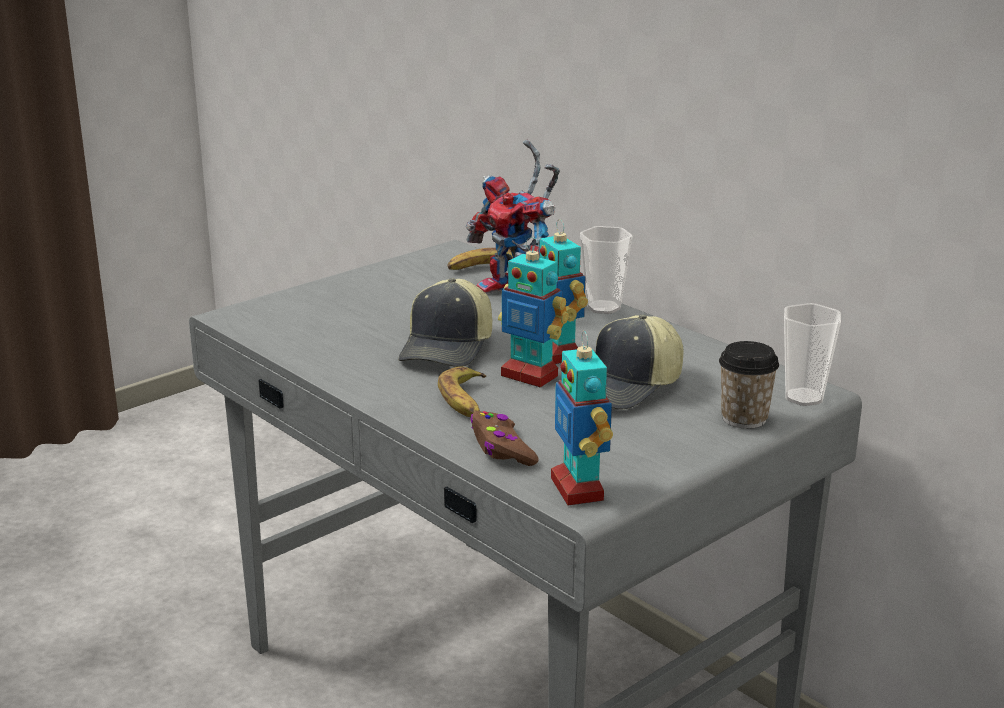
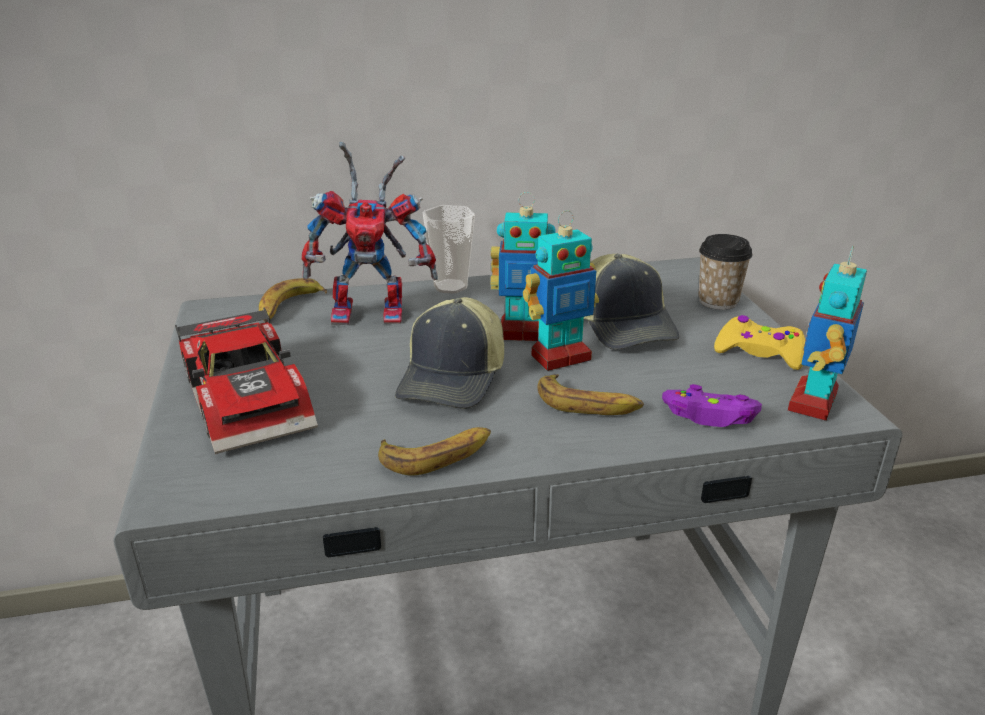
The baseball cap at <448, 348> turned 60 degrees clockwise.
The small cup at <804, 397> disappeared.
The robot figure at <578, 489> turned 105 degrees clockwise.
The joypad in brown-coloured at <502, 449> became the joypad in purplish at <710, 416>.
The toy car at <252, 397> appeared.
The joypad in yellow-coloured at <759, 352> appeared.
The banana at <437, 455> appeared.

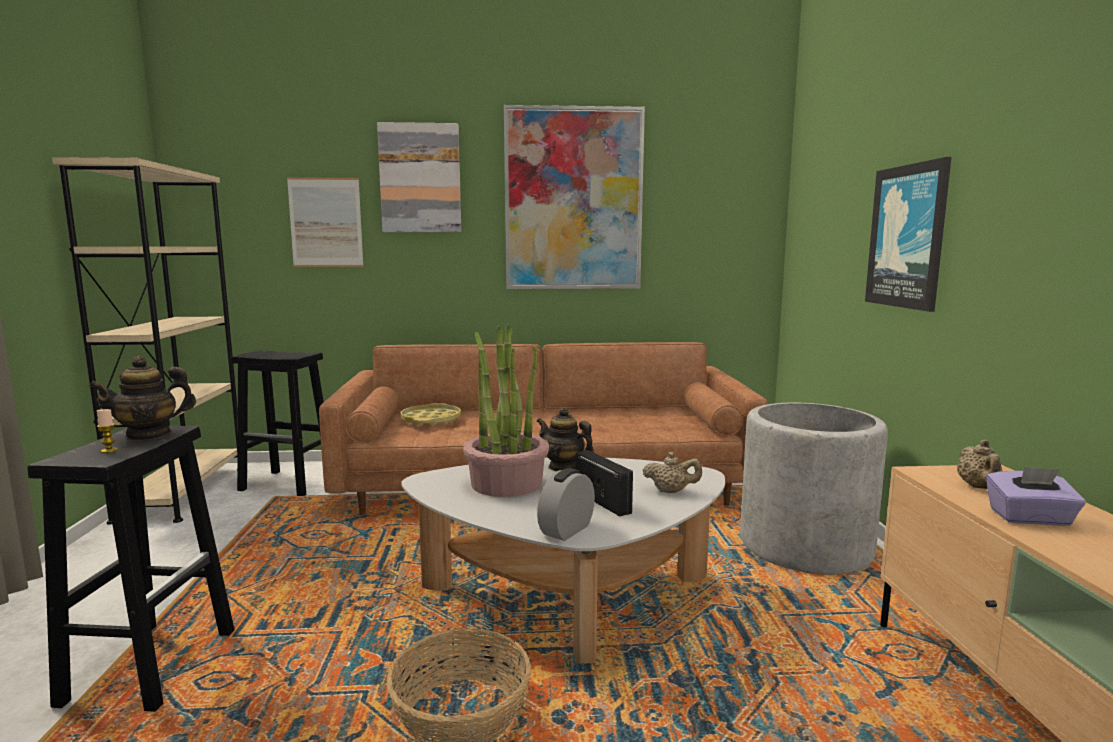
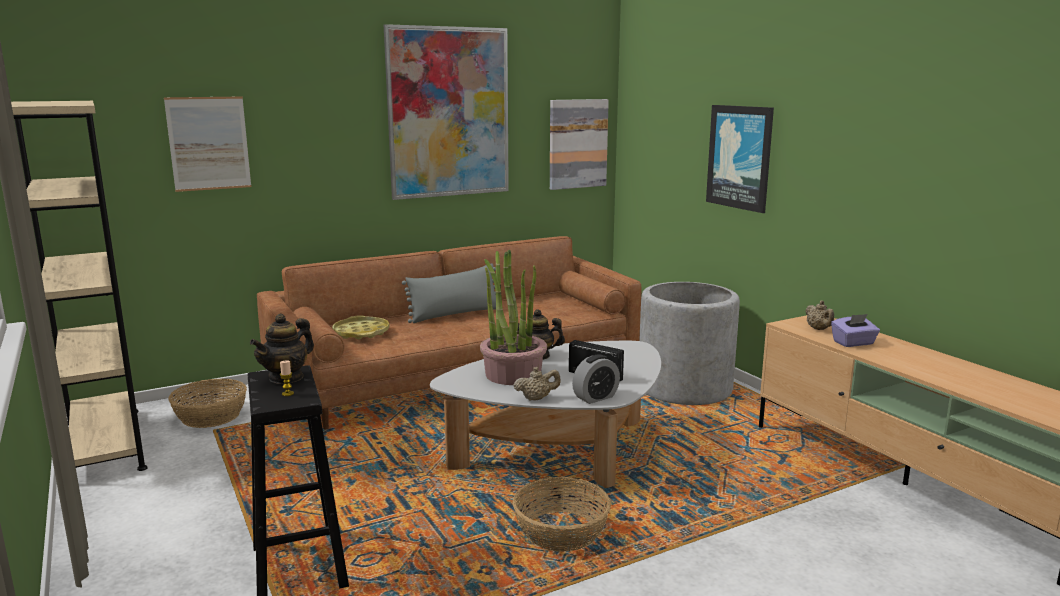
The picture moved from <420, 178> to <577, 144>.
The sitting stool in black at <289, 483> was replaced by the household basket at <211, 416>.
The tea pot in sand-coloured moved from <671, 491> to <537, 398>.
The alarm clock at <566, 530> turned 135 degrees counterclockwise.
The cushion in gray at <455, 314> appeared.

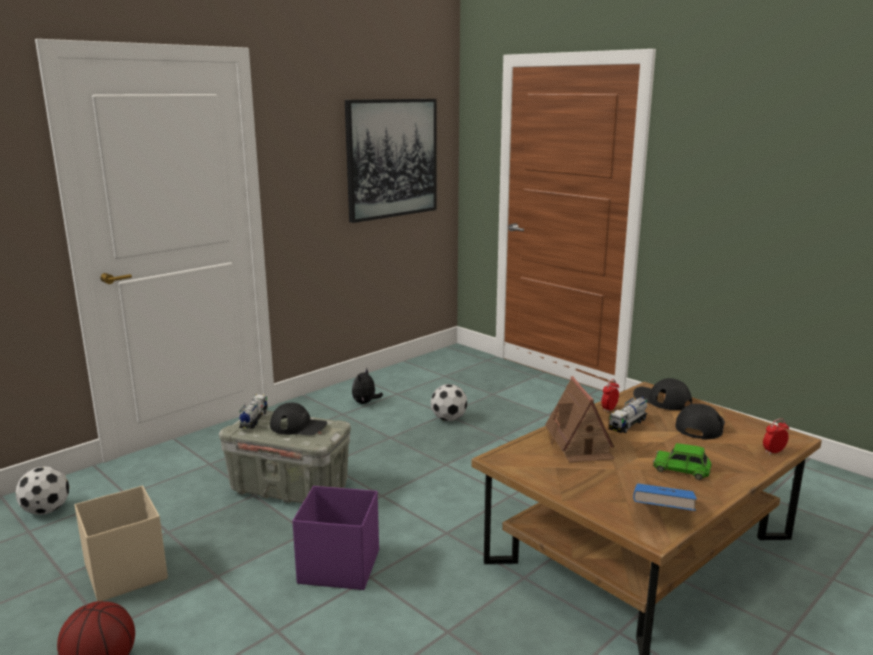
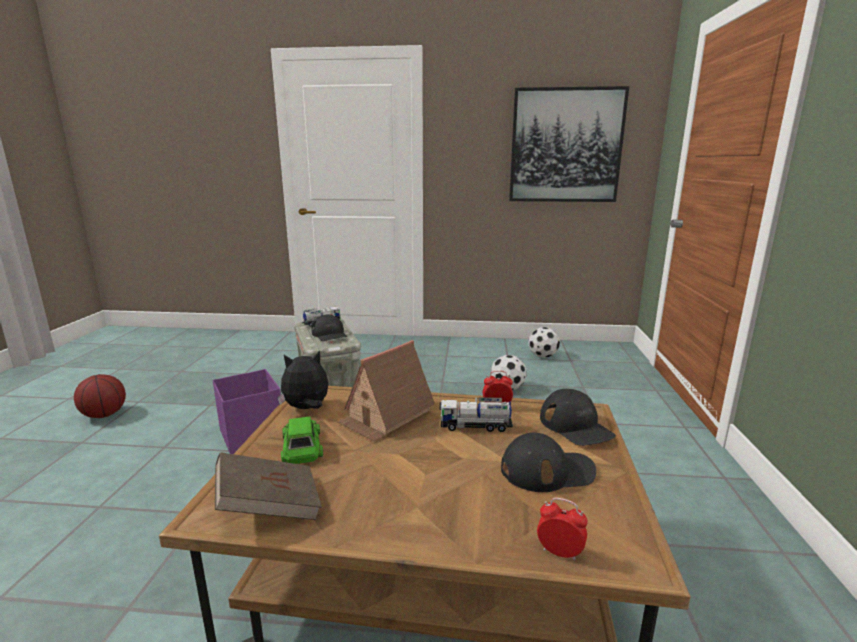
The cuddly toy moved from <365, 403> to <306, 408>.
The baseball cap in black at <662, 399> turned 150 degrees clockwise.
The toy car in greenish moved from <681, 469> to <302, 447>.
The football moved from <46, 510> to <543, 356>.
The book in blue at <662, 513> became the book in brown-coloured at <269, 506>.
The storage box in sand-coloured at <126, 571> disappeared.

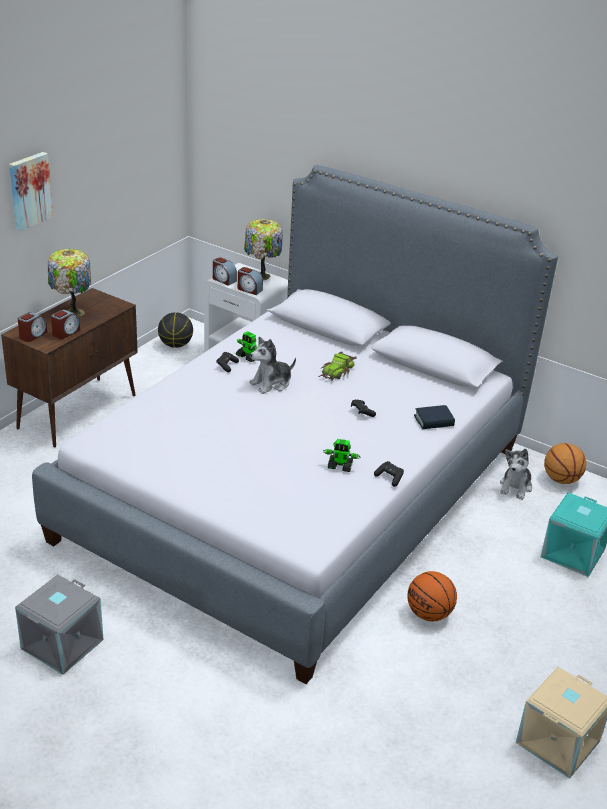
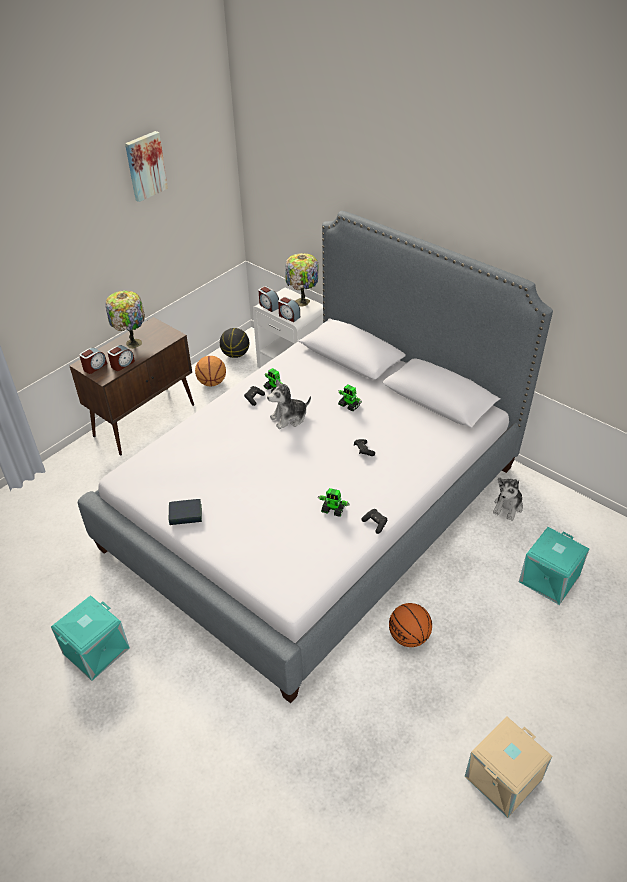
The picture moved from <29, 190> to <145, 166>.
The toy car at <337, 371> was replaced by the robot figure at <349, 405>.
The book moved from <434, 421> to <185, 515>.
The ball for basketball moved from <561, 479> to <211, 383>.
The storage box in gray at <63, 645> became the storage box in turquoise at <96, 651>.

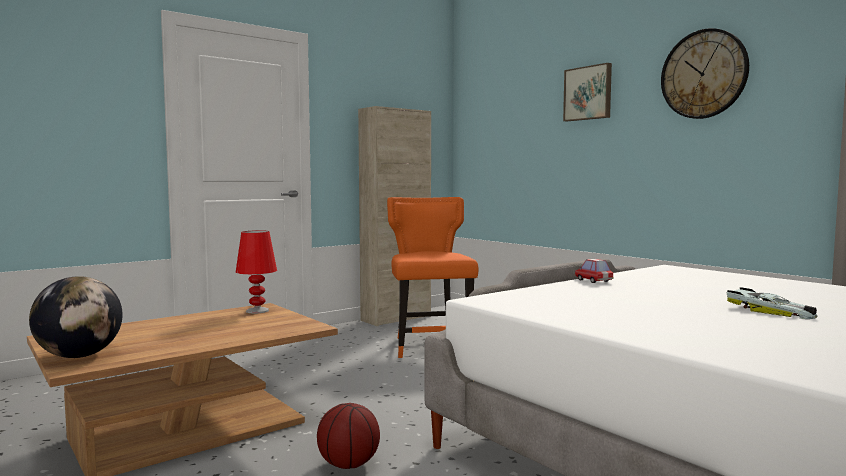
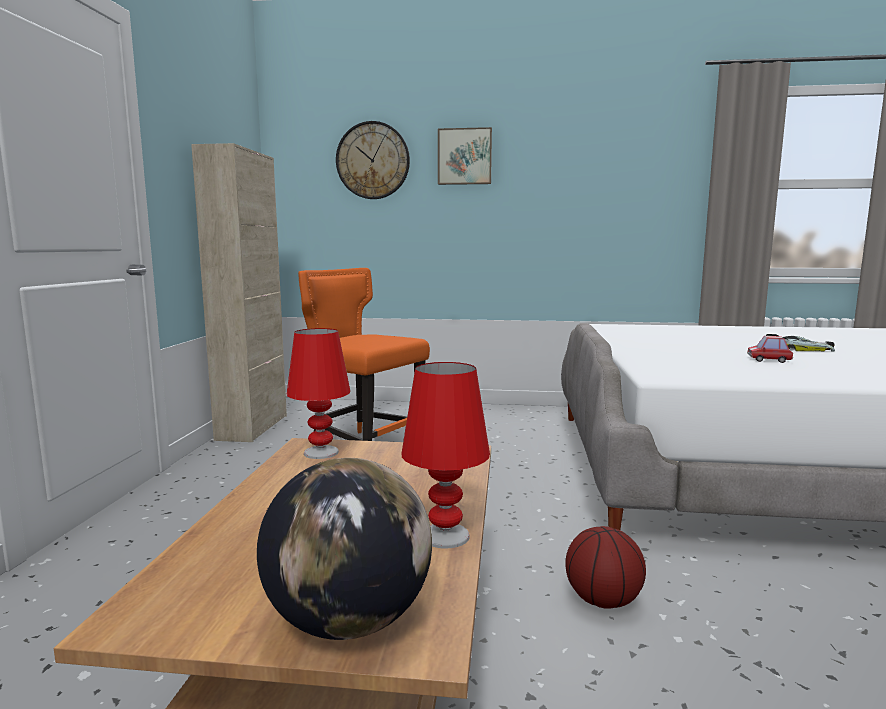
The hanging clock moved from <703, 74> to <373, 160>.
The toy car moved from <593, 280> to <769, 360>.
The table lamp in reddish at <446, 536> appeared.

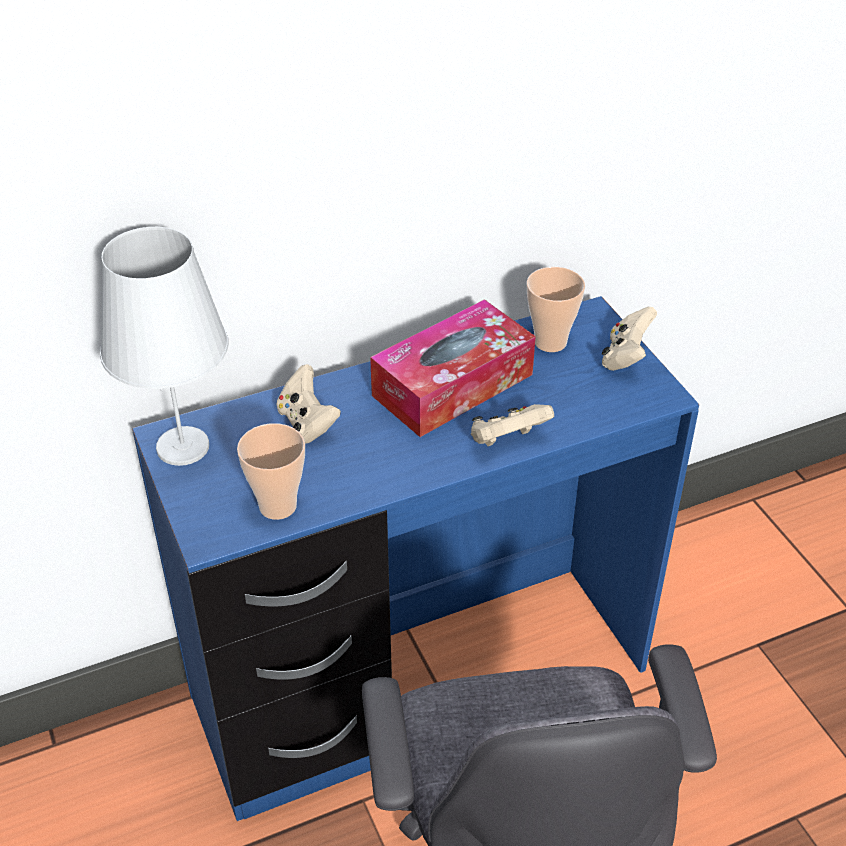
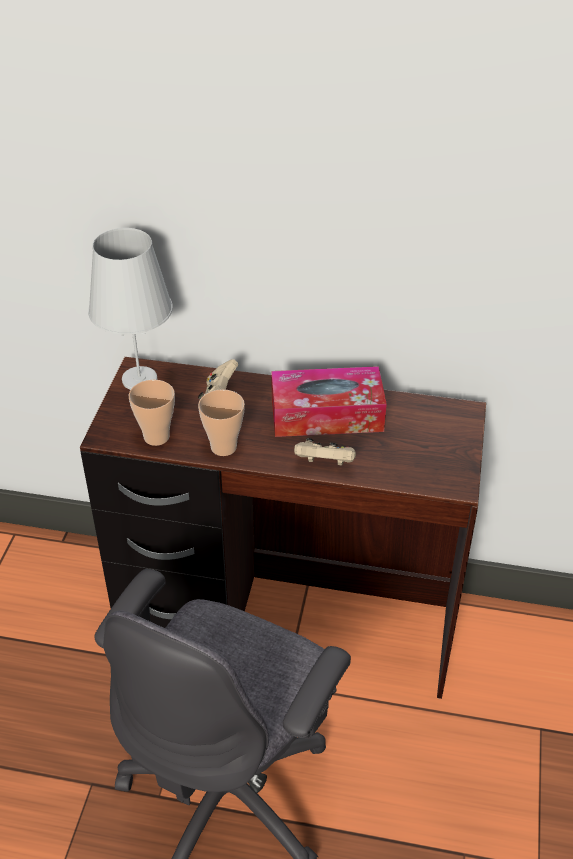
The small cup moved from <550, 342> to <223, 447>.
The desk table in blue at <422, 686> became the desk table in brown-coloured at <288, 624>.
The joypad in sand-coloured at <625, 357> disappeared.

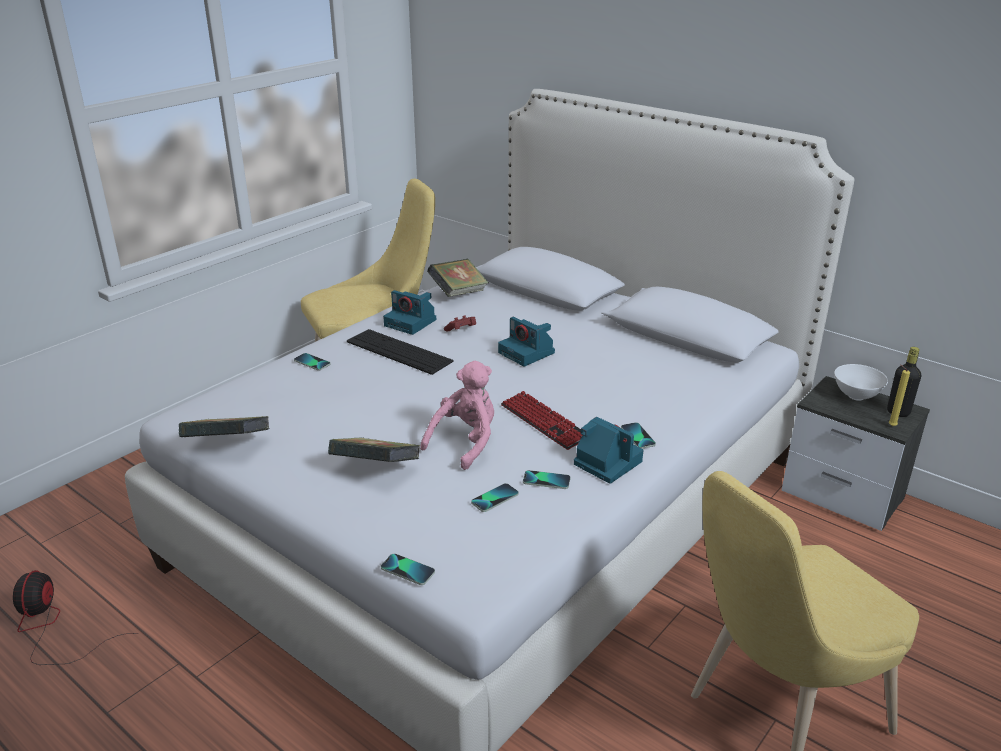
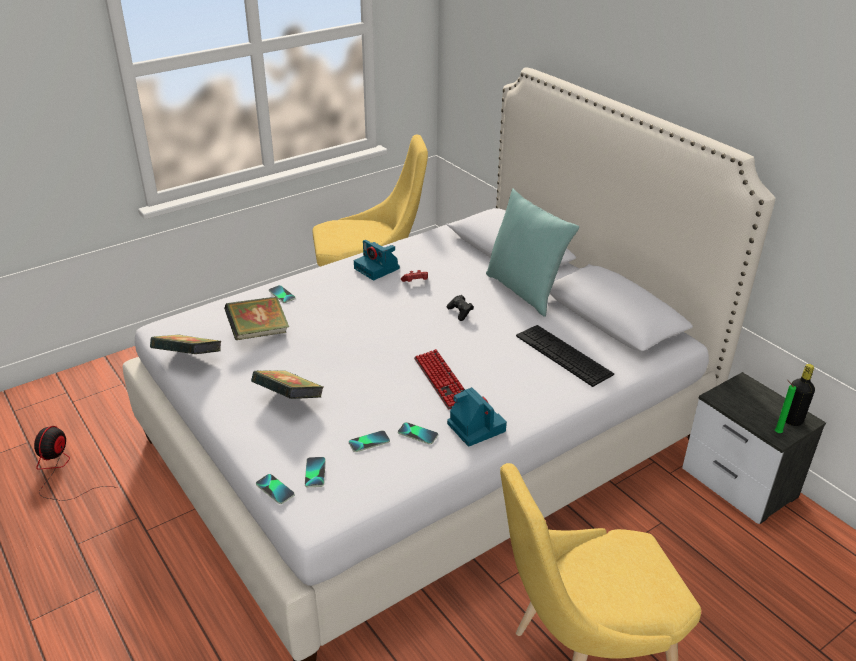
The book moved from <458, 293> to <259, 333>.
The still camera at <527, 353> was replaced by the joypad in black at <460, 312>.
The PC keyboard moved from <399, 351> to <563, 355>.
The cuddly toy in pink-coloured at <465, 442> disappeared.
The serving bowl in white at <856, 396> disappeared.
The wax light in yellow-coloured at <890, 426> became the wax light in greenish at <776, 432>.
The telephone moved from <637, 436> to <315, 472>.
The cushion in turquoise at <525, 291> appeared.

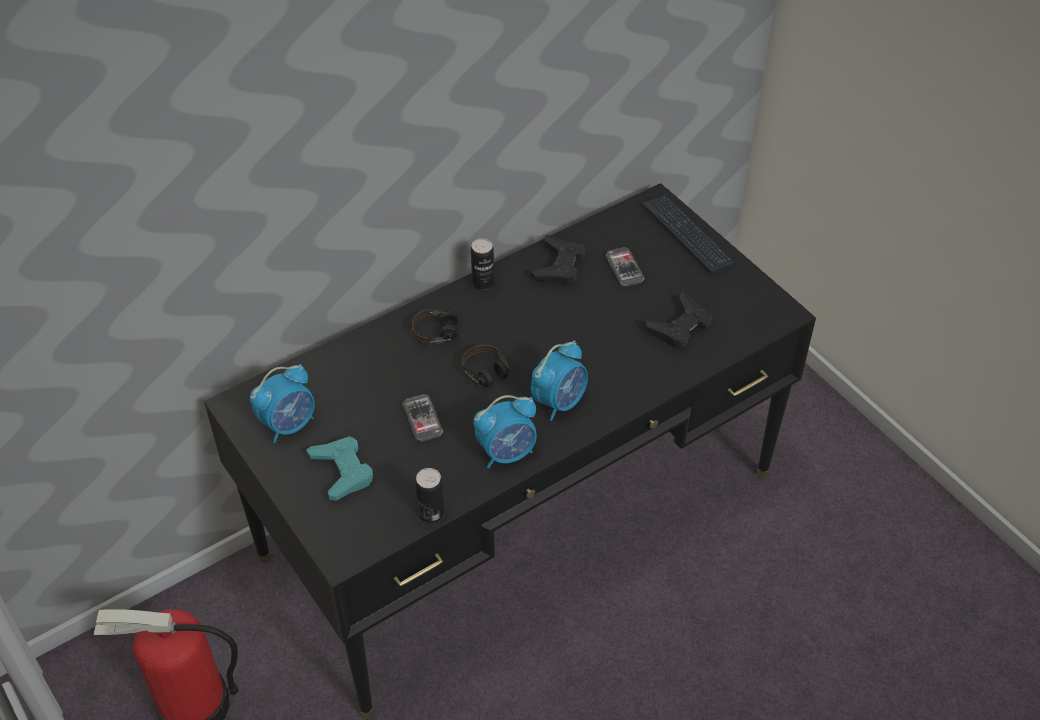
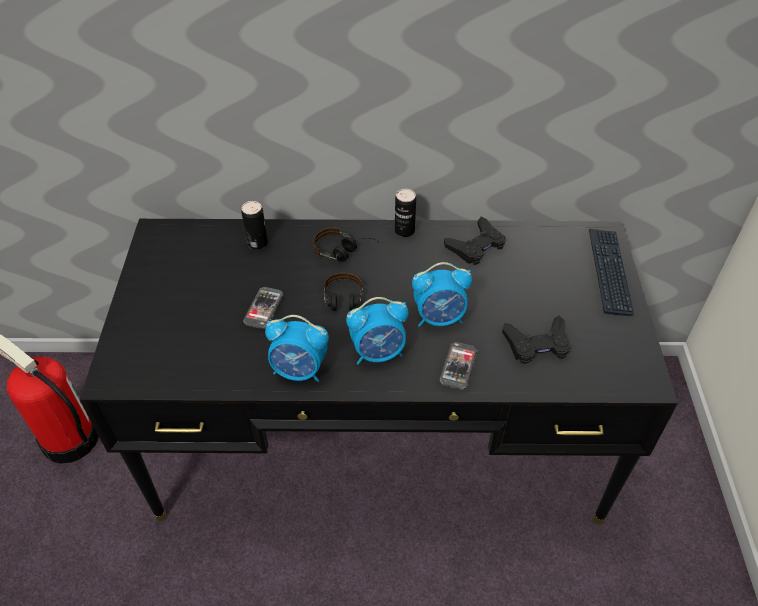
The telephone moved from <624, 268> to <458, 366>.
The alarm clock moved from <289, 424> to <439, 318>.
The joypad in turquoise at <342, 471> disappeared.
The metal can moved from <431, 513> to <257, 243>.

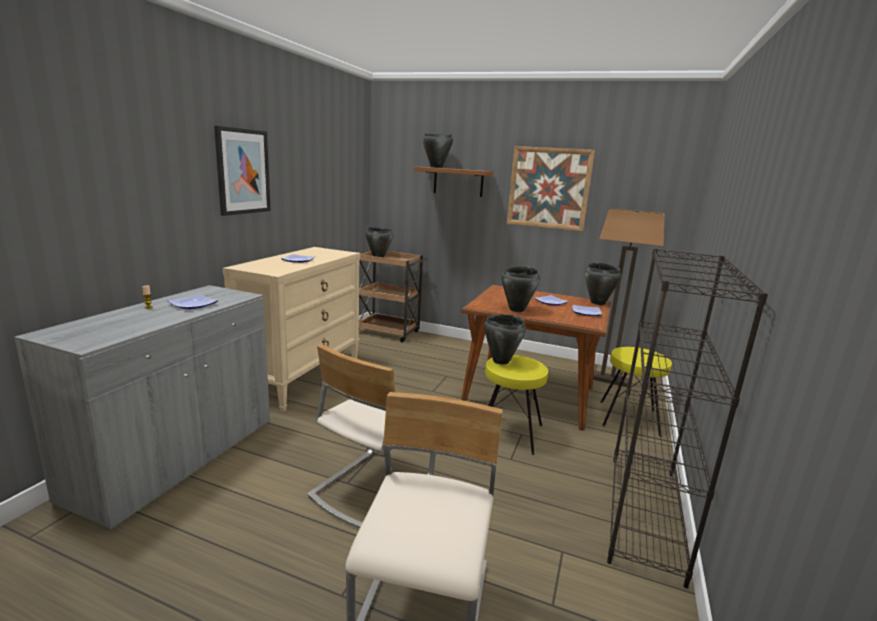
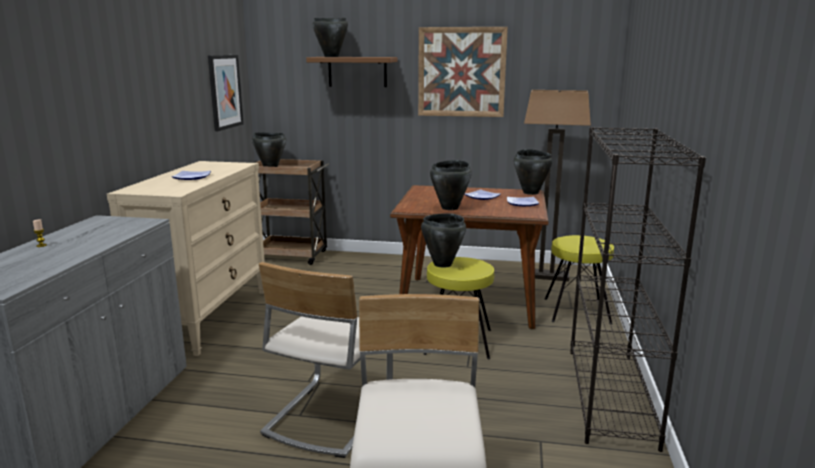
The picture moved from <243, 171> to <225, 91>.
The flat dish at <193, 305> disappeared.

